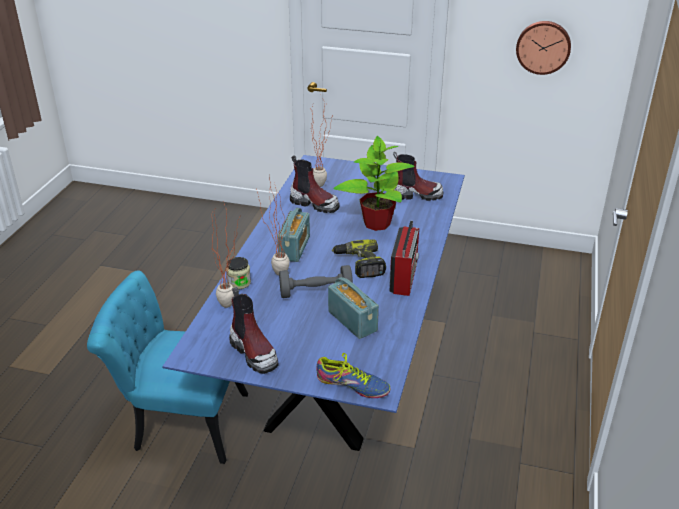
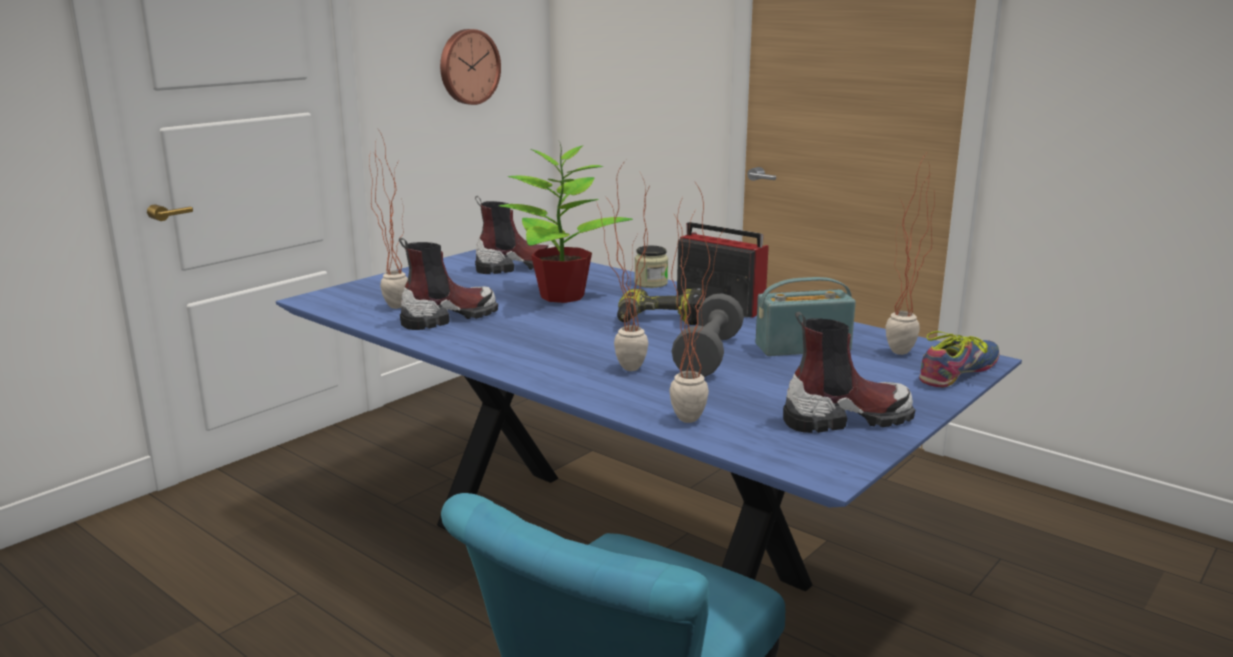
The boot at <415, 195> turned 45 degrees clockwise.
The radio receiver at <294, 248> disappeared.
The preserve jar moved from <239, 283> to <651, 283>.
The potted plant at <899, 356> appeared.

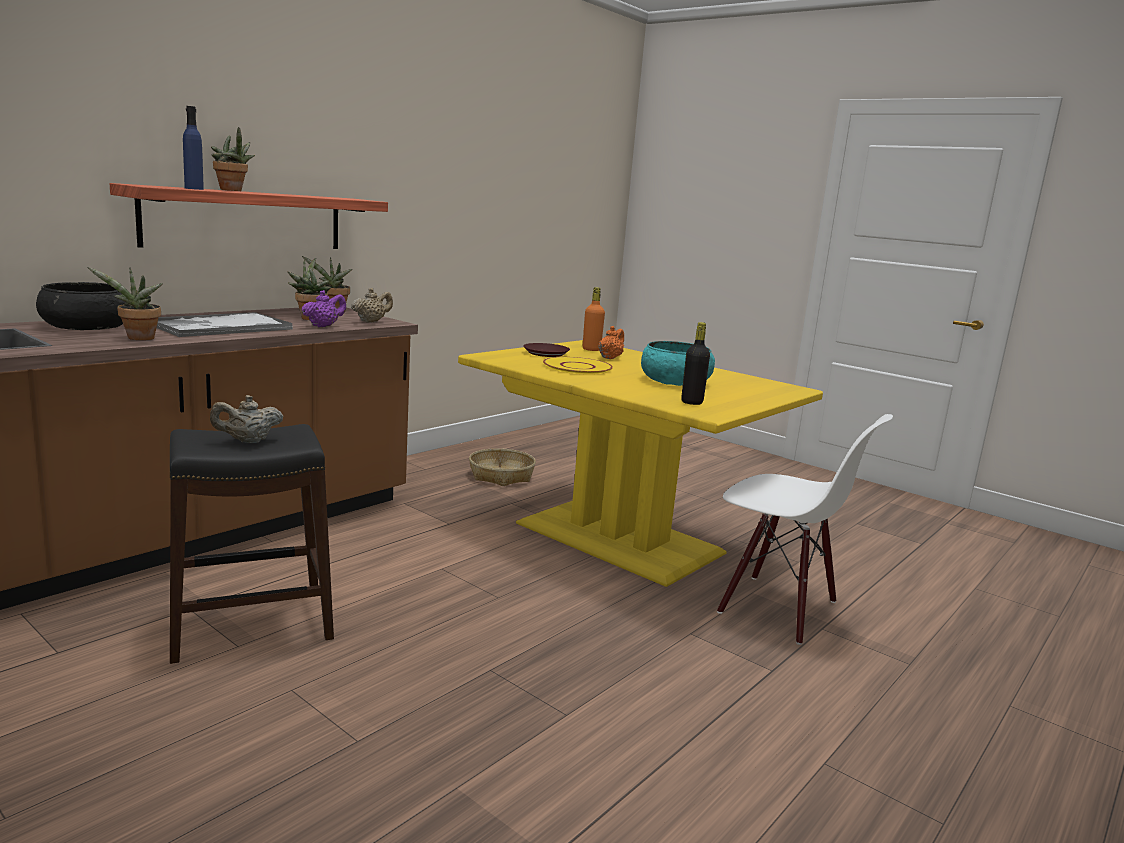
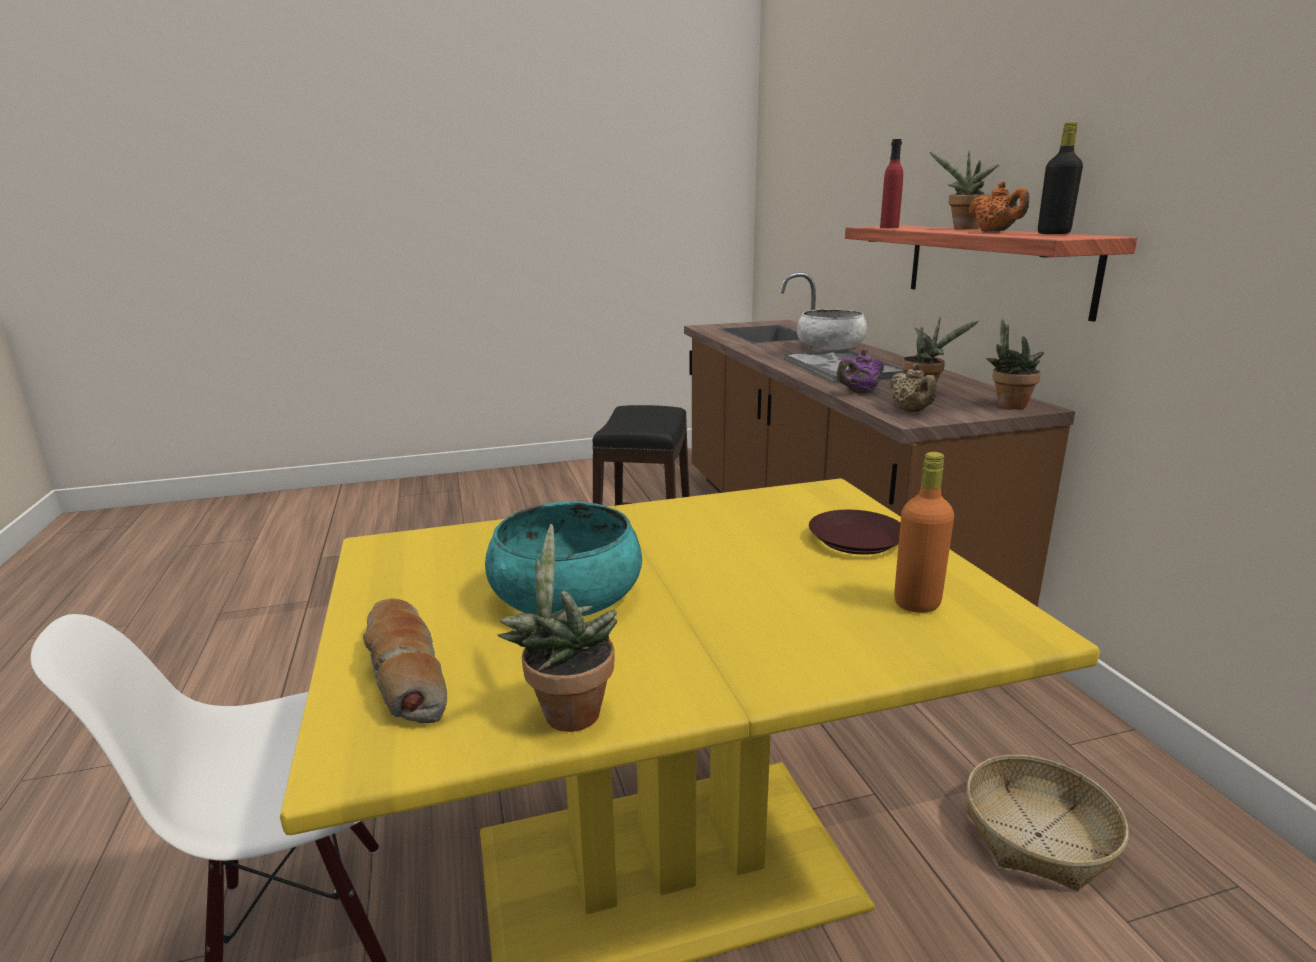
The beverage bottle in blue at <194, 189> became the beverage bottle in reddish at <889, 228>.
The potted plant moved from <138, 339> to <566, 710>.
The serving bowl in black at <86, 327> became the serving bowl in white at <830, 346>.
The tea pot in purplish at <323, 326> turned 75 degrees clockwise.
The beverage bottle in black moved from <691, 402> to <1053, 233>.
The tea pot in orangey moved from <610, 358> to <995, 231>.
The flat dish in yellow-coloured at <578, 367> disappeared.
The tea pot in sand-coloured at <247, 441> disappeared.
The baked bread at <404, 674> appeared.

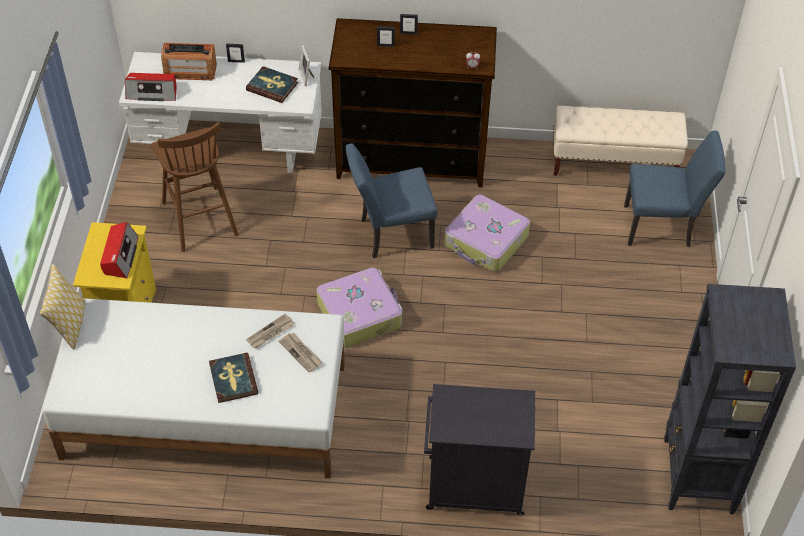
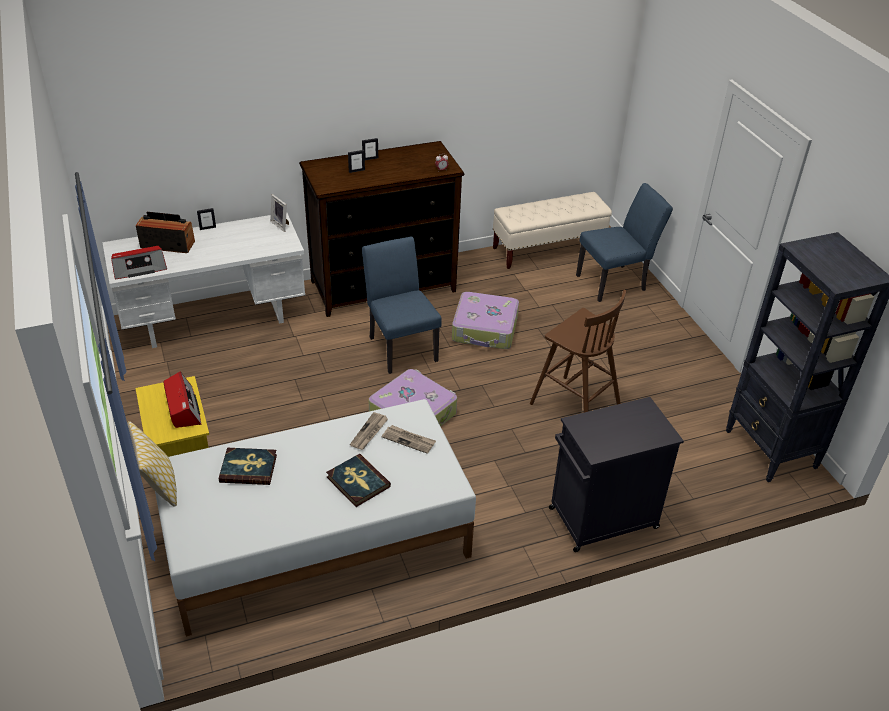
The radio receiver at <190, 71> turned 150 degrees counterclockwise.
The book moved from <272, 86> to <248, 468>.
The sitting stool in brown-coloured moved from <199, 218> to <573, 406>.
The upright chair in blue at <390, 234> turned 105 degrees clockwise.

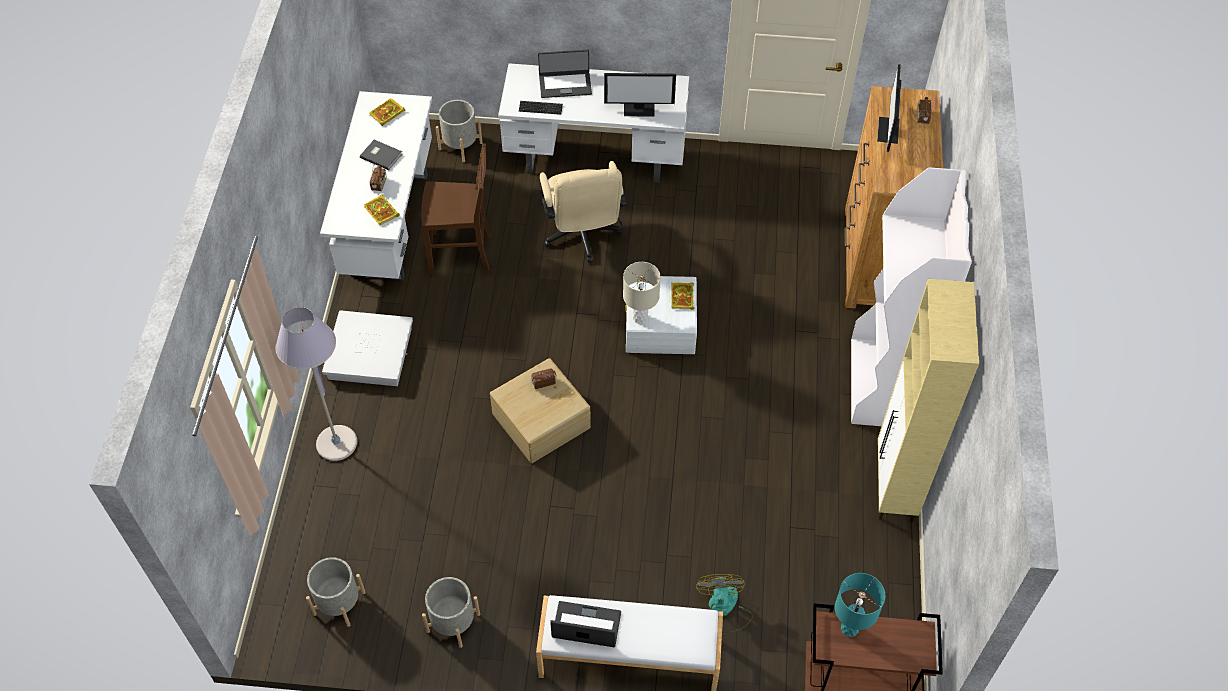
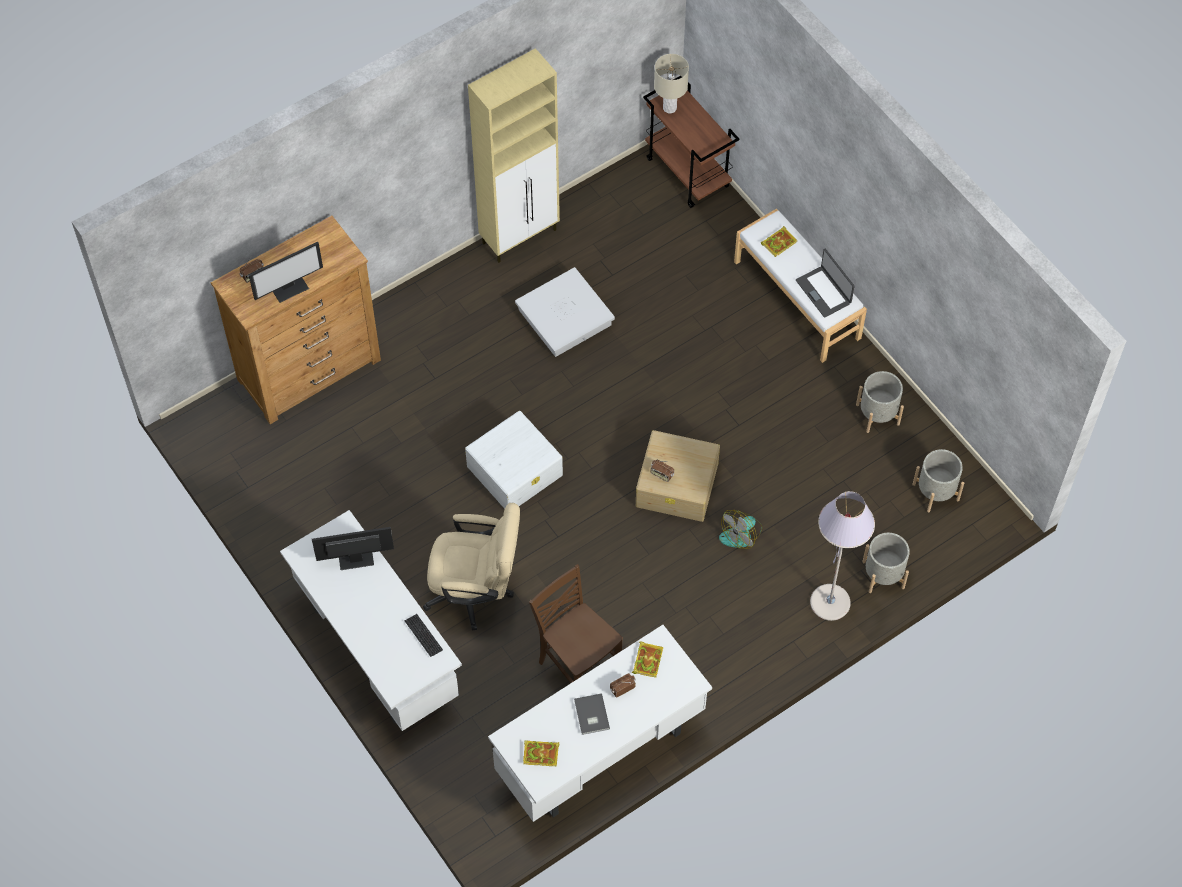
The laptop at <565, 84> disappeared.
The computer screen at <639, 109> turned 60 degrees counterclockwise.
The plant pot in gray moved from <460, 146> to <883, 575>.
The office chair in sand-coloured at <582, 237> turned 60 degrees clockwise.
The shelving unit in white at <881, 384> disappeared.
The table lamp in sand-coloured moved from <640, 318> to <669, 108>.
The book moved from <682, 298> to <779, 242>.
The storage box in white moved from <370, 354> to <565, 317>.
The table lamp in turquoise at <849, 628> disappeared.
The cooling fan moved from <724, 609> to <741, 533>.

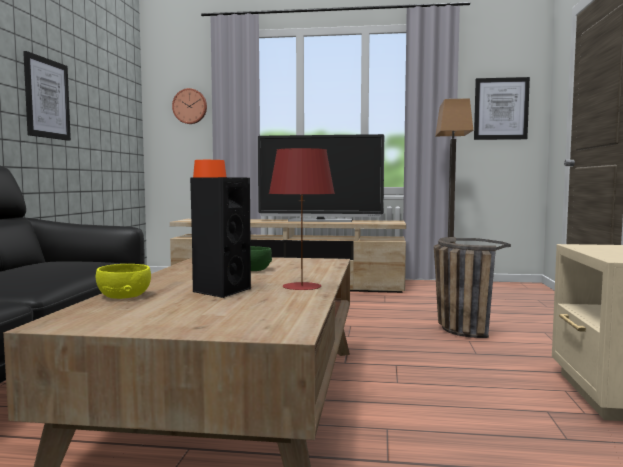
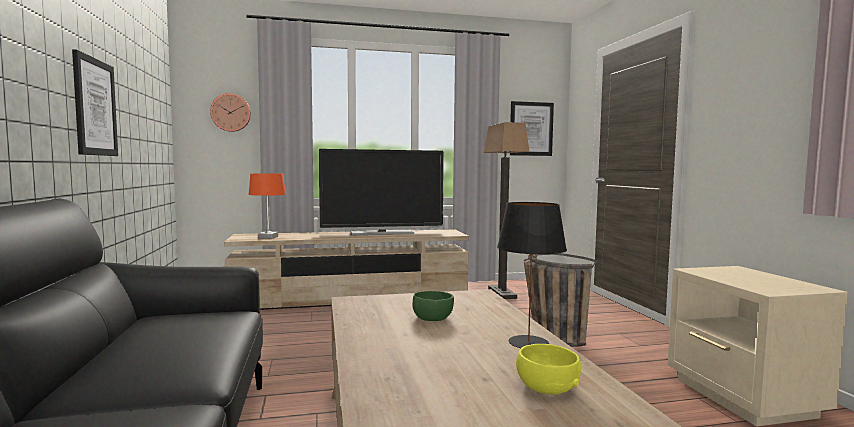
The table lamp in reddish at <301, 286> became the table lamp in black at <528, 343>.
The speaker in black at <220, 291> disappeared.
The serving bowl in yellow-coloured moved from <123, 296> to <546, 387>.

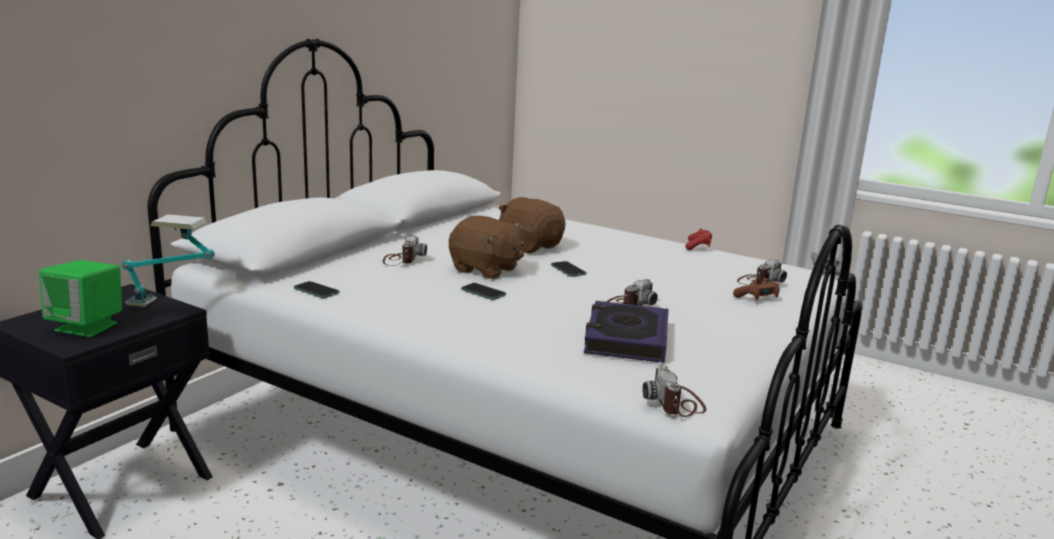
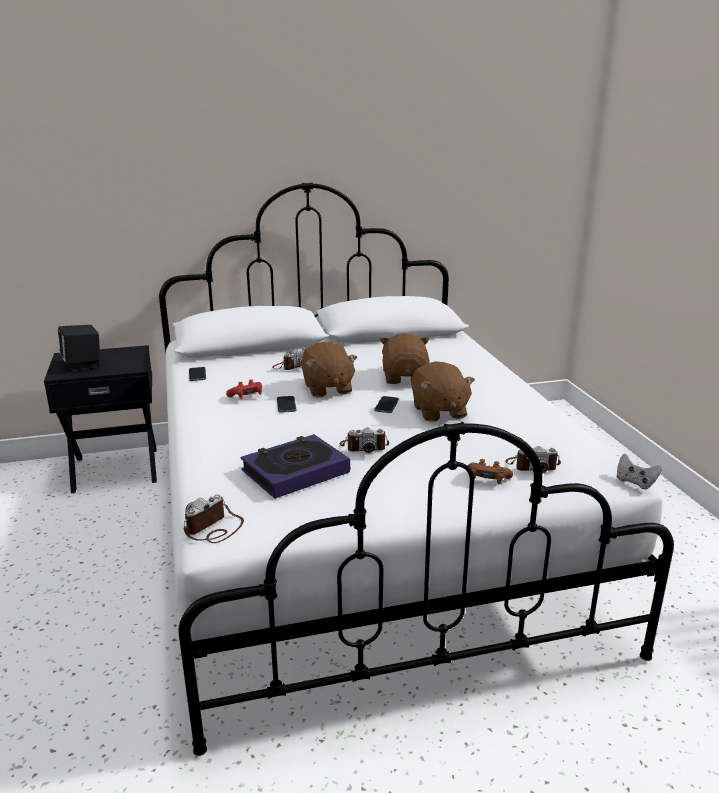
The table lamp at <173, 305> disappeared.
The joypad in reddish moved from <698, 246> to <246, 396>.
The speaker in greenish at <87, 326> became the speaker in black at <83, 366>.
The cuddly toy in brown-coloured at <439, 412> appeared.

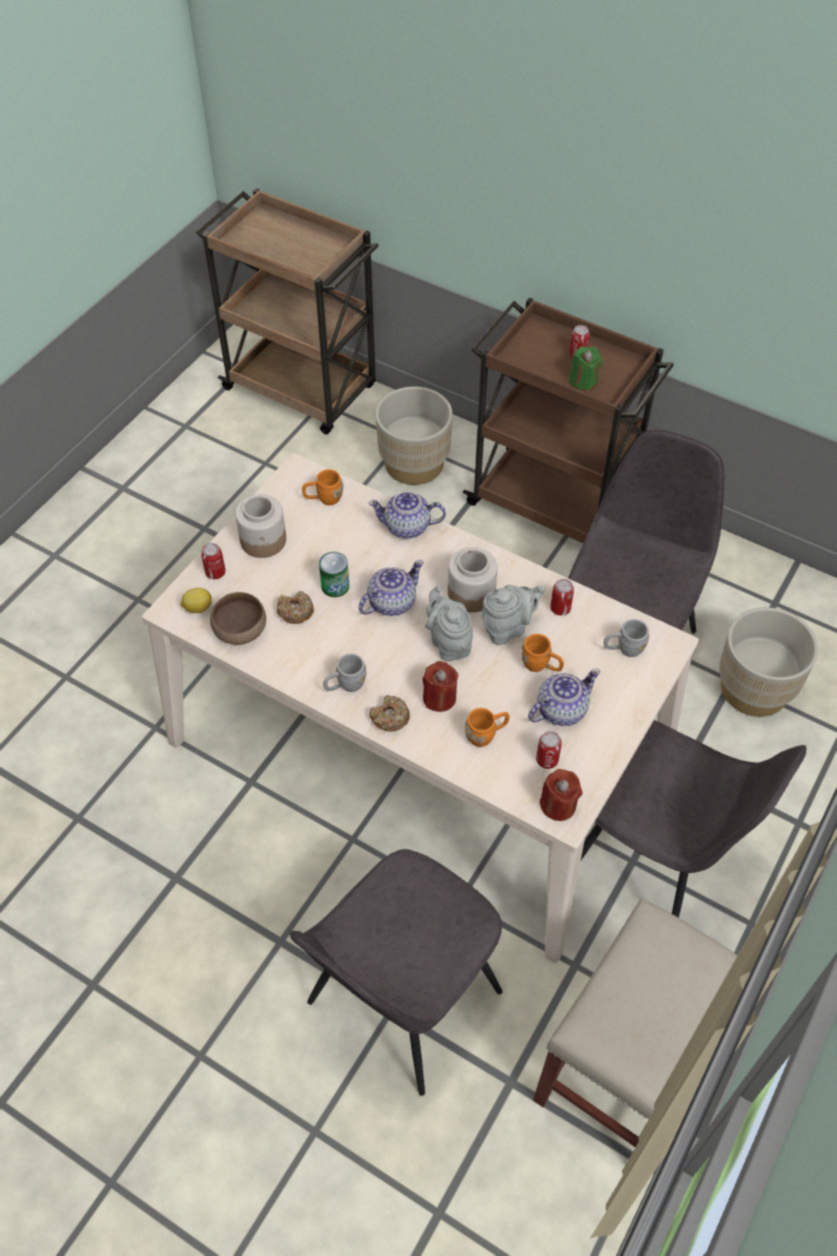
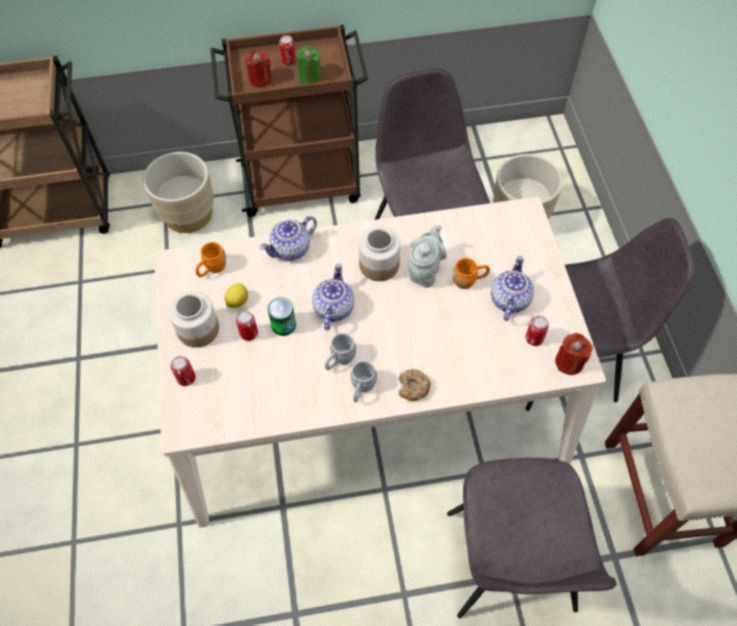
The metal can moved from <560, 608> to <249, 333>.
The tea pot in gray at <449, 643> disappeared.
The lemon moved from <197, 608> to <237, 301>.
The donut at <295, 611> disappeared.
The serving bowl in brown-coloured at <241, 632> disappeared.
The tea mug in gray moved from <624, 649> to <339, 360>.
The wax light in reddish moved from <439, 698> to <260, 79>.
The tea mug in orangey at <486, 734> disappeared.

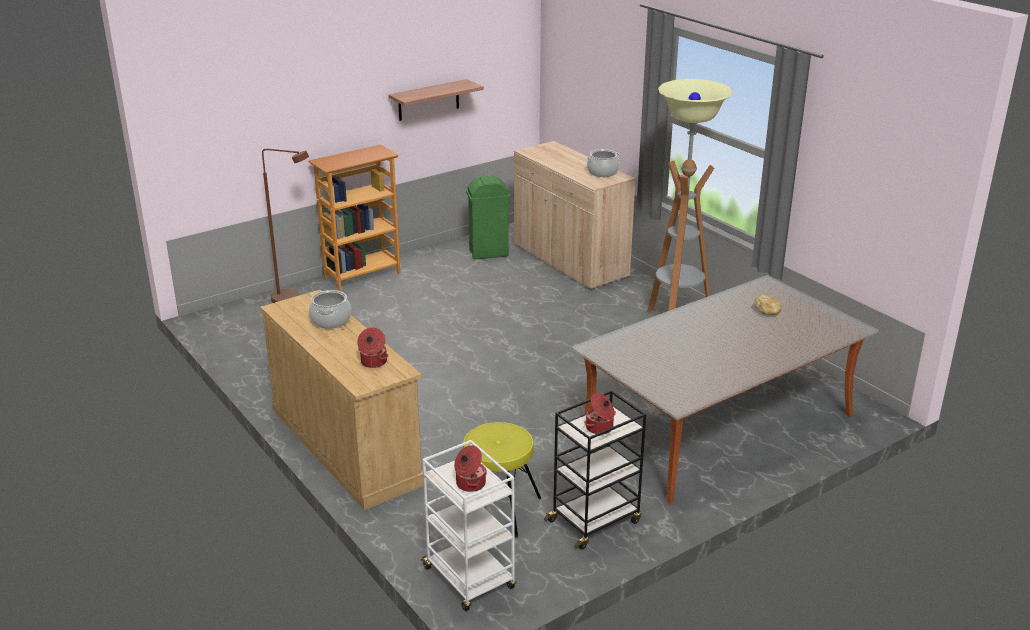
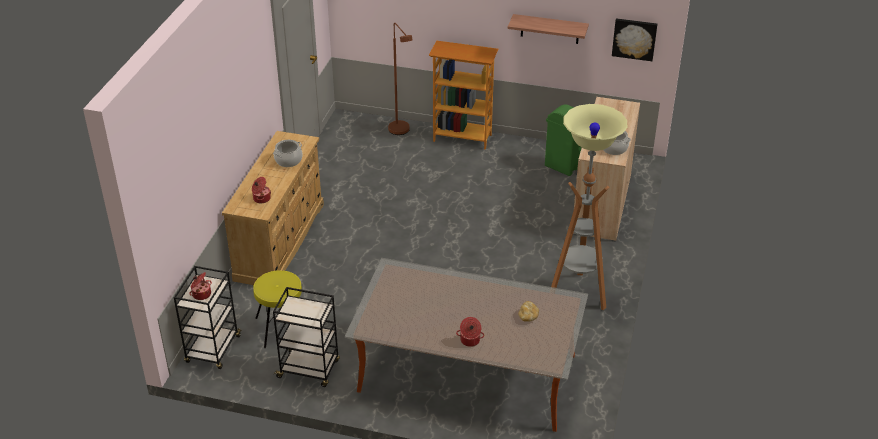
The stockpot moved from <600, 428> to <470, 340>.
The trolley in white at <470, 579> became the trolley in black at <213, 350>.
The picture at <634, 38> appeared.

